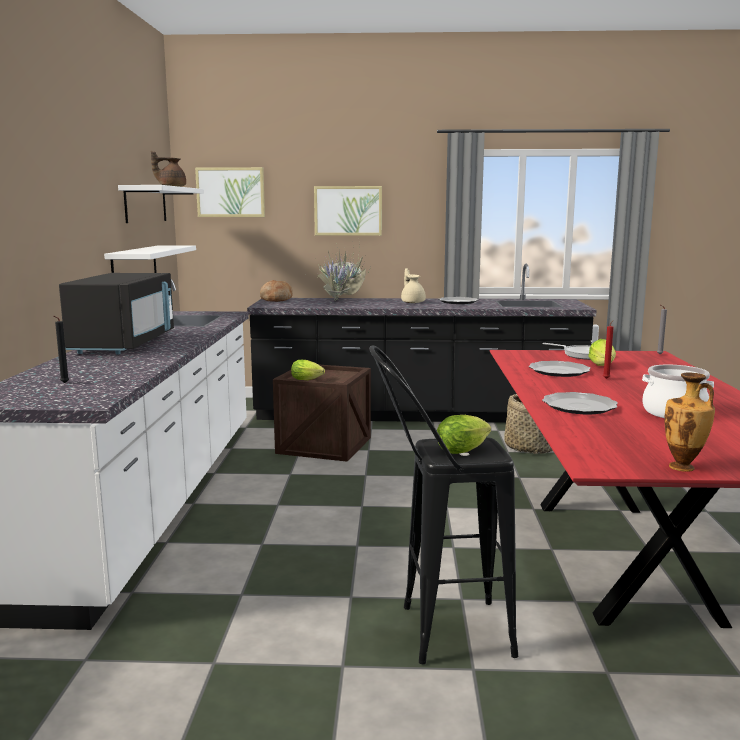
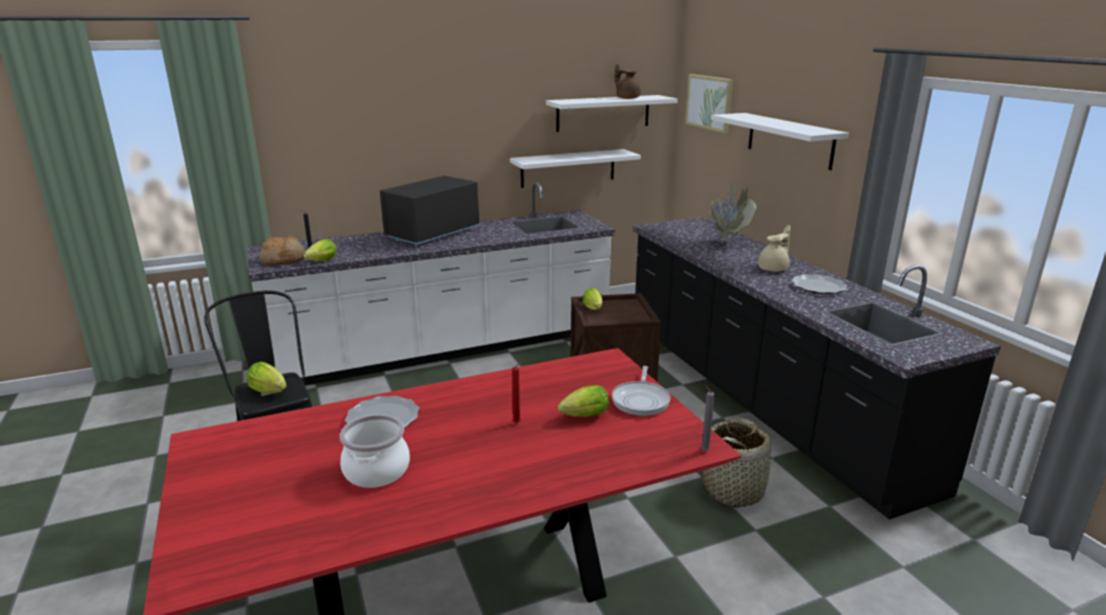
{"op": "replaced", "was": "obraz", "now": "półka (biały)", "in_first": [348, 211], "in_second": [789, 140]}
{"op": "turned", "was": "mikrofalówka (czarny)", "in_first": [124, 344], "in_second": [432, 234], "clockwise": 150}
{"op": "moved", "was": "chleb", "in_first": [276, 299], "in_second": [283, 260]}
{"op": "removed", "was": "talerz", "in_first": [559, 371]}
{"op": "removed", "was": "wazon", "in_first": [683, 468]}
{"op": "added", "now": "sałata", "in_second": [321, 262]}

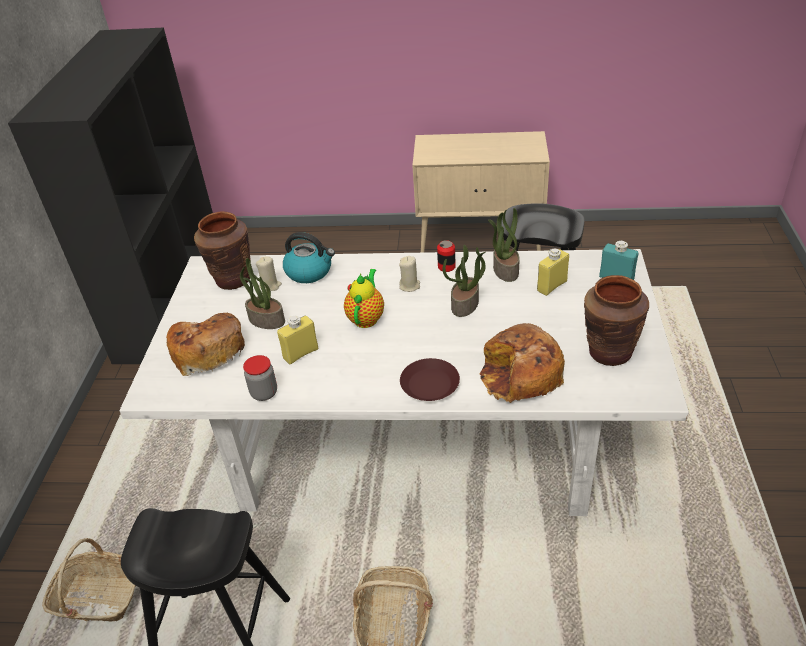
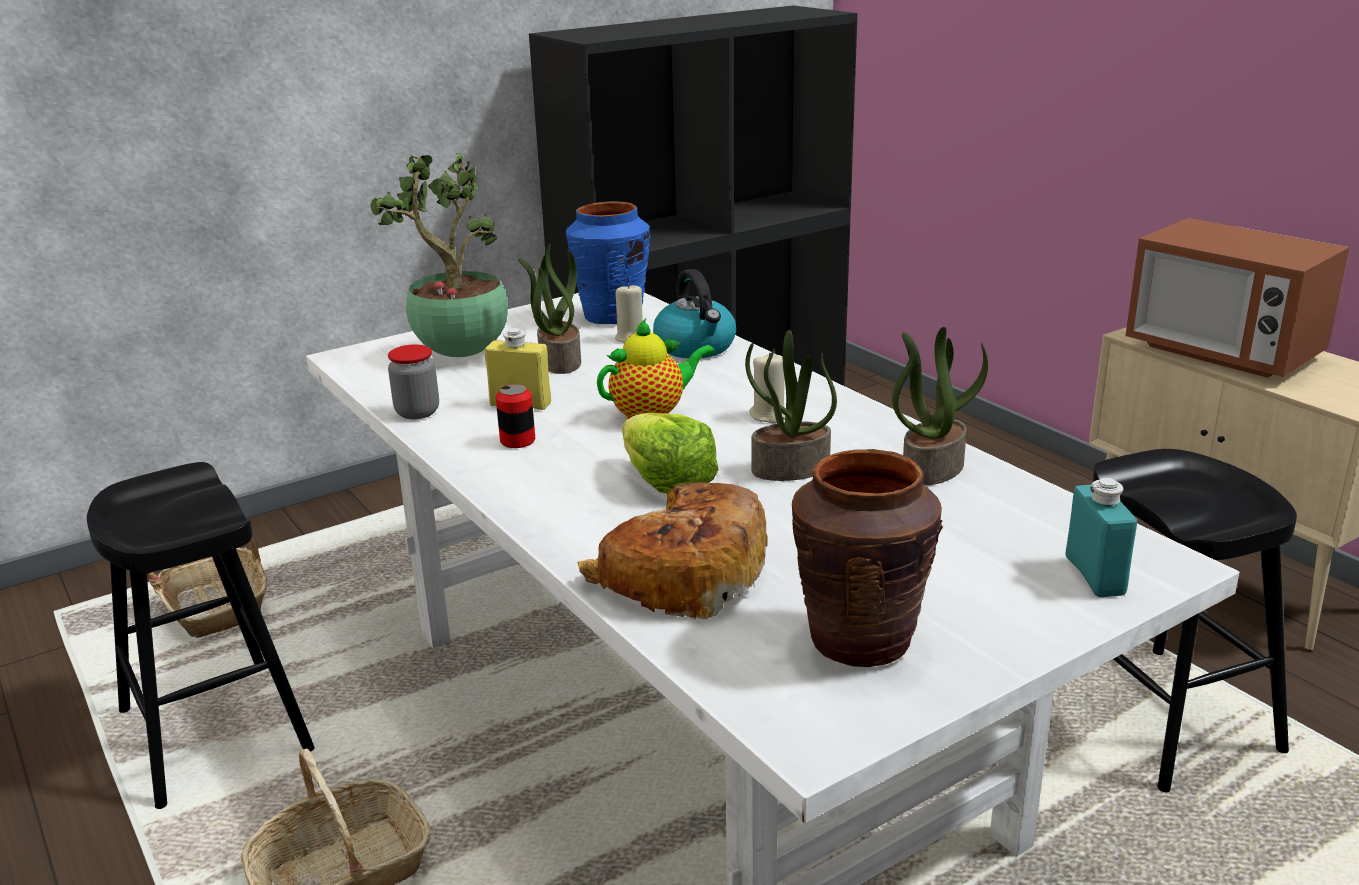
{"op": "recoloured", "was": "wazon (brązowy)", "now": "wazon (niebieski)", "in_first": [233, 279], "in_second": [612, 316]}
{"op": "moved", "was": "puszka", "in_first": [446, 267], "in_second": [517, 441]}
{"op": "removed", "was": "butelka (żółty)", "in_first": [552, 286]}
{"op": "replaced", "was": "chleb", "now": "roślina doniczkowa", "in_first": [207, 350], "in_second": [460, 354]}
{"op": "removed", "was": "talerz (brązowy)", "in_first": [430, 385]}
{"op": "added", "now": "mikrofalówka", "in_second": [1222, 352]}
{"op": "added", "now": "sałata", "in_second": [667, 481]}

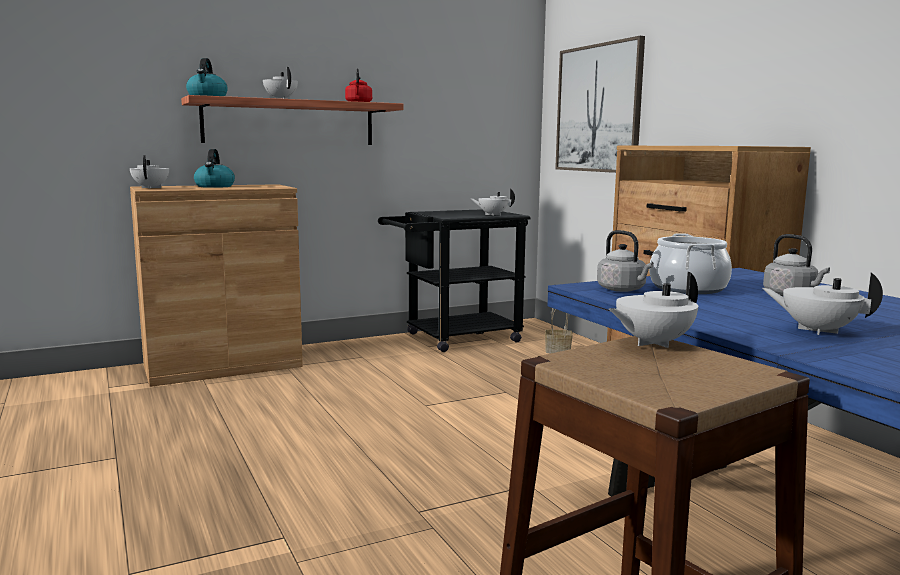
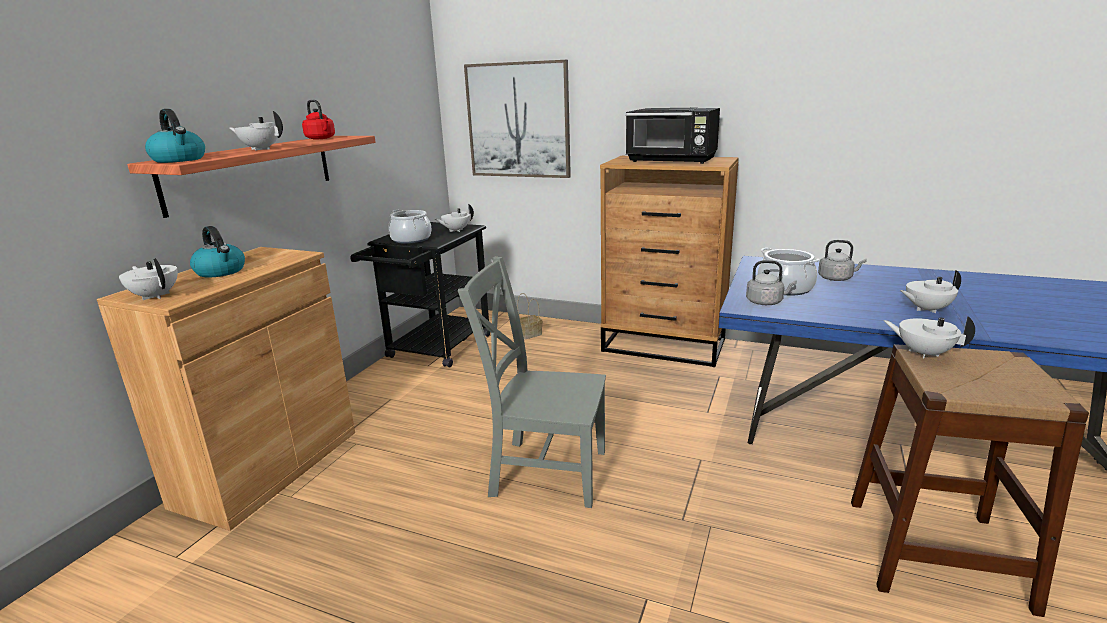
{"op": "turned", "was": "imbryk (biały)", "in_first": [652, 343], "in_second": [923, 353], "clockwise": 105}
{"op": "added", "now": "mikrofalówka (czarny)", "in_second": [672, 160]}
{"op": "added", "now": "garnek", "in_second": [411, 239]}
{"op": "added", "now": "krzesło (szary)", "in_second": [543, 471]}

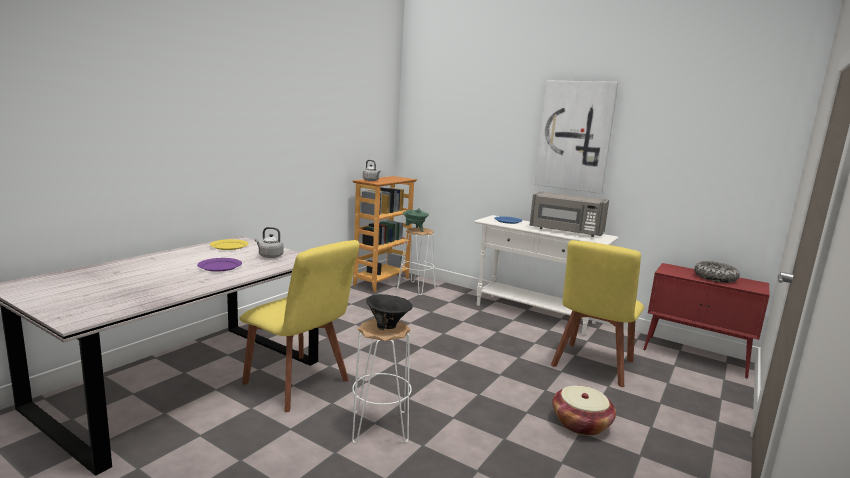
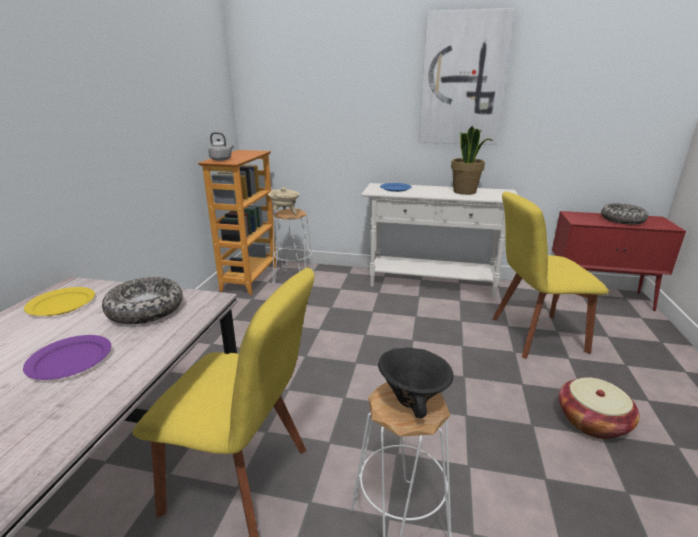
{"op": "replaced", "was": "mikrofalówka (szary)", "now": "roślina doniczkowa", "in_first": [566, 231], "in_second": [465, 192]}
{"op": "recoloured", "was": "garnek (zielony)", "now": "garnek (beżowy)", "in_first": [415, 230], "in_second": [285, 213]}
{"op": "replaced", "was": "czajnik (szary)", "now": "miska", "in_first": [269, 256], "in_second": [145, 310]}
{"op": "turned", "was": "krzesło (żółty)", "in_first": [592, 365], "in_second": [533, 335], "clockwise": 75}

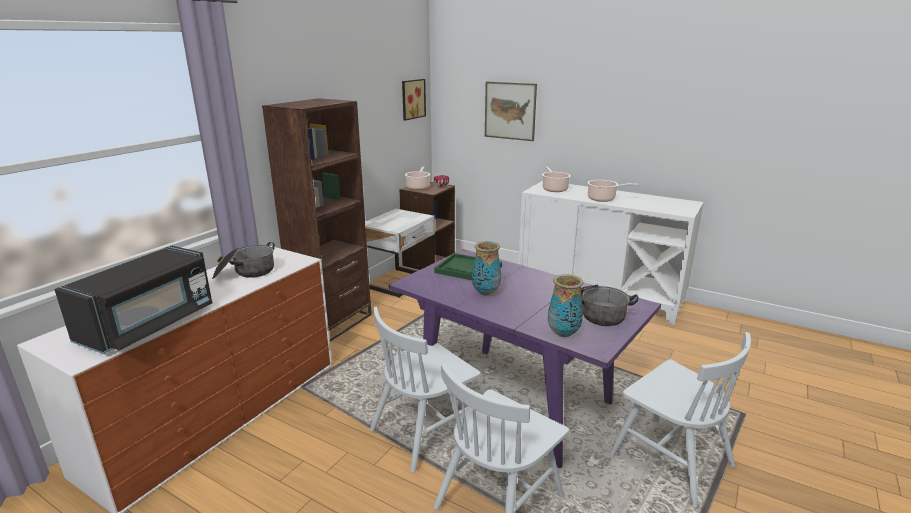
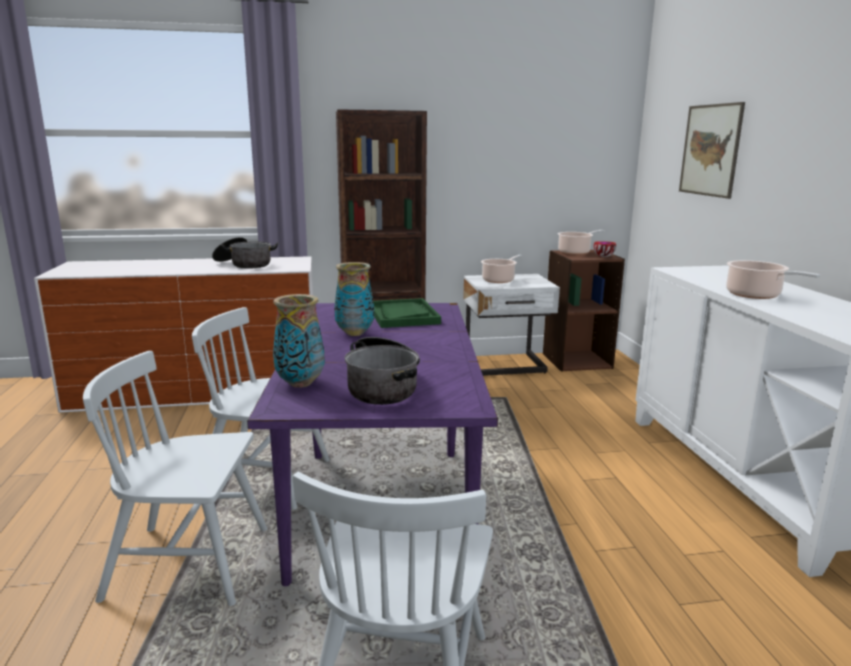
{"op": "removed", "was": "obraz", "in_first": [412, 99]}
{"op": "moved", "was": "garnek", "in_first": [554, 189], "in_second": [499, 280]}
{"op": "removed", "was": "mikrofalówka (czarny)", "in_first": [150, 324]}

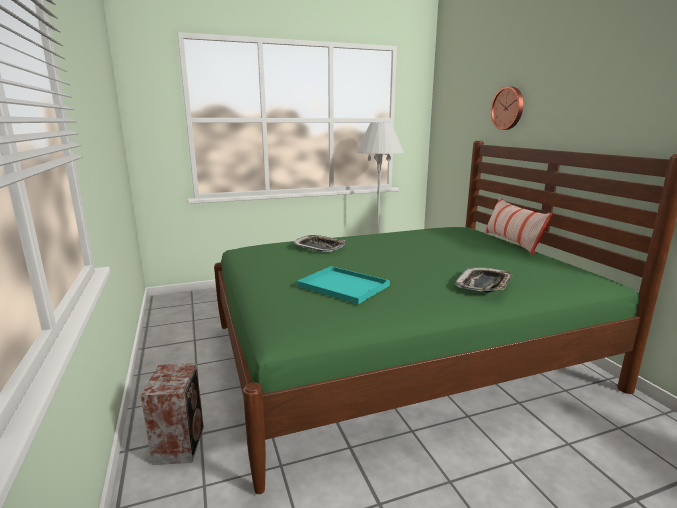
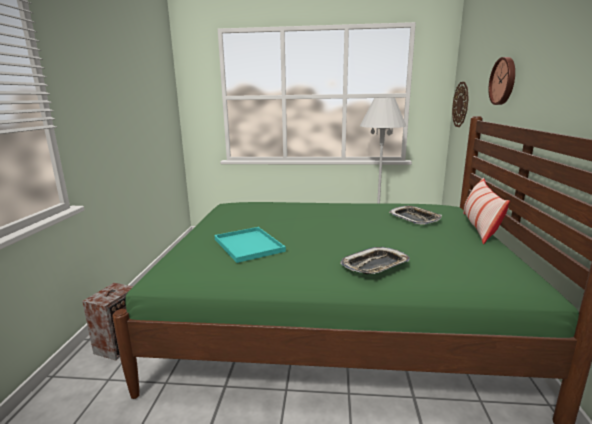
{"op": "moved", "was": "taca", "in_first": [319, 247], "in_second": [414, 218]}
{"op": "added", "now": "zegar ścienny", "in_second": [460, 104]}

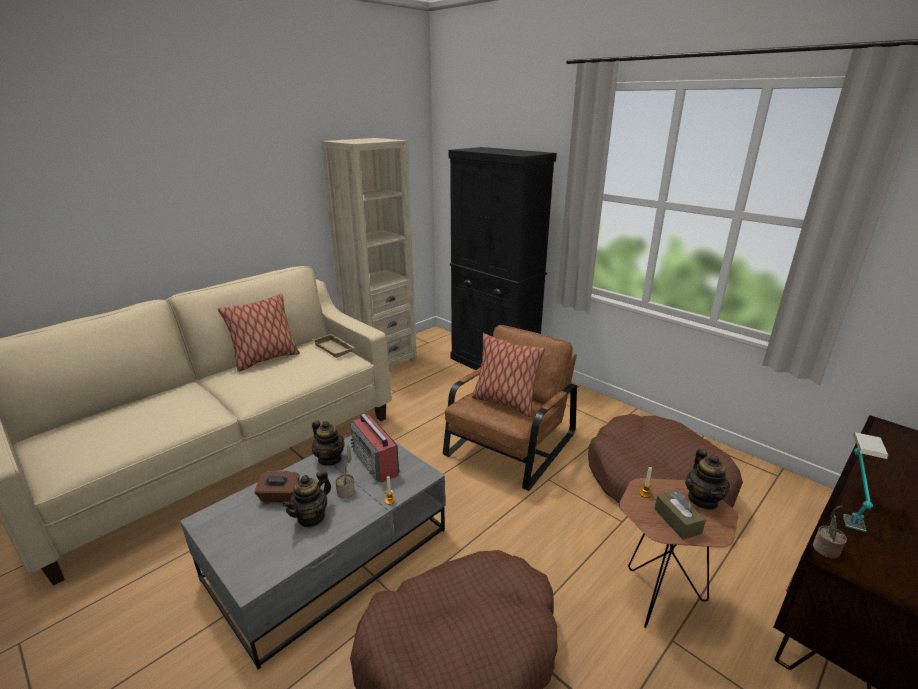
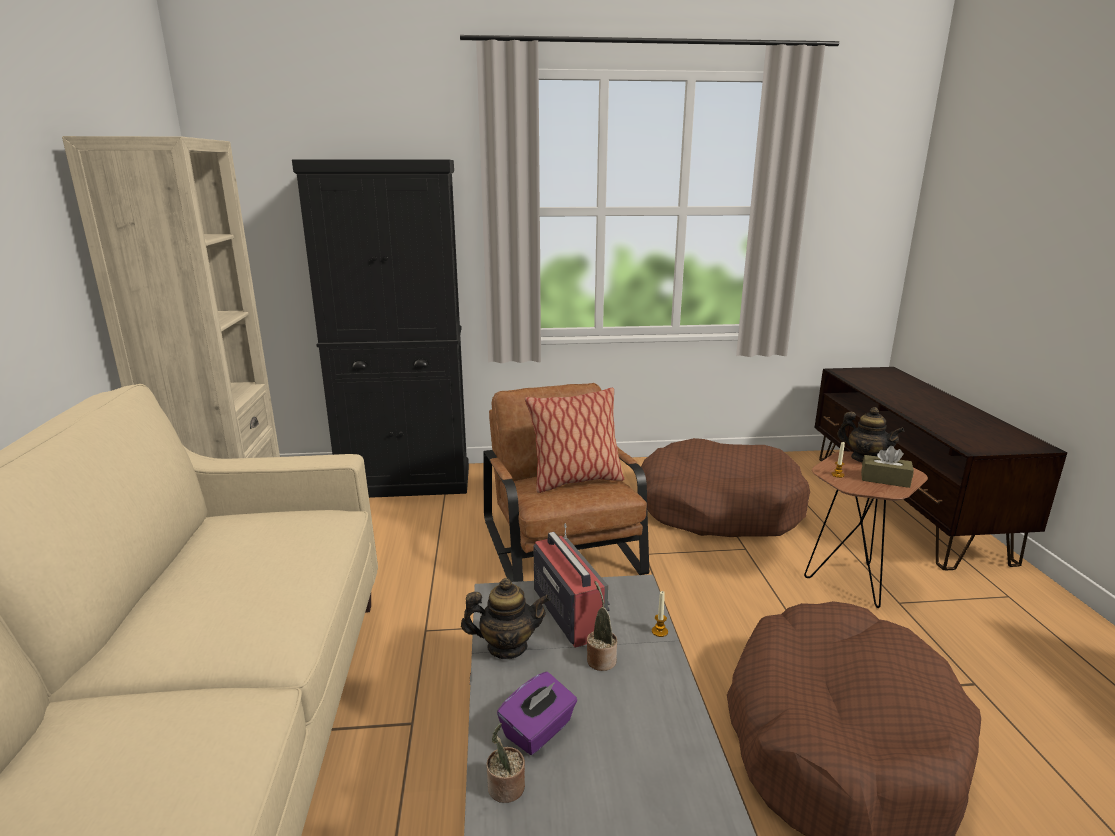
{"op": "removed", "was": "poduszka", "in_first": [265, 359]}
{"op": "removed", "was": "taca (beżowy)", "in_first": [335, 348]}
{"op": "turned", "was": "radio", "in_first": [376, 463], "in_second": [568, 612], "clockwise": -120}
{"op": "removed", "was": "lampa stołowa", "in_first": [848, 506]}
{"op": "removed", "was": "imbryk", "in_first": [311, 517]}
{"op": "recoloured", "was": "pudełko chusteczek (brązowy)", "now": "pudełko chusteczek (fioletowy)", "in_first": [279, 496], "in_second": [538, 730]}
{"op": "moved", "was": "roślina doniczkowa", "in_first": [825, 550], "in_second": [505, 789]}

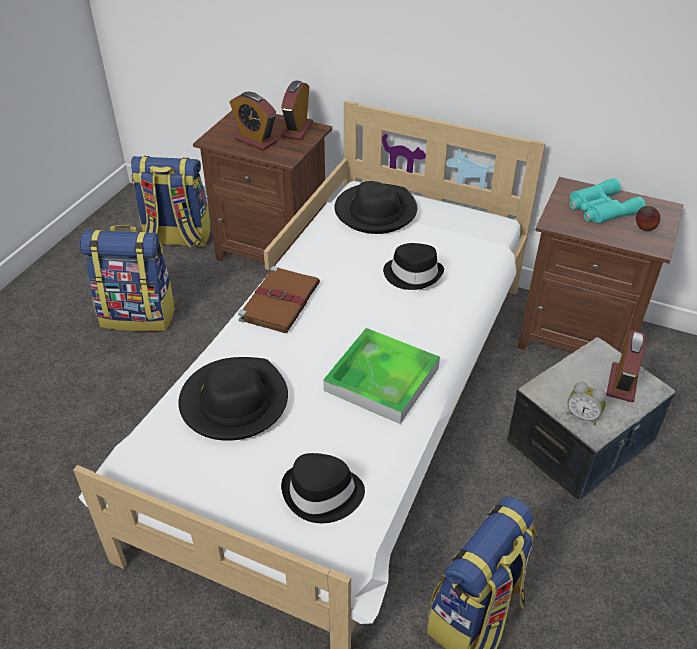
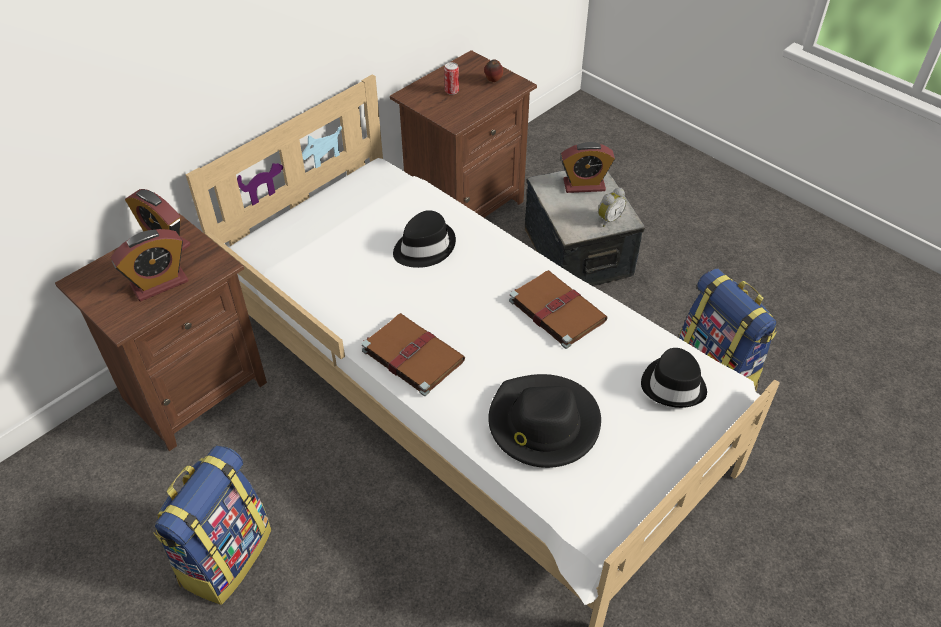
{"op": "removed", "was": "plecak", "in_first": [177, 238]}
{"op": "replaced", "was": "lornetka (turkusowy)", "now": "puszka", "in_first": [601, 208], "in_second": [451, 91]}
{"op": "removed", "was": "kapelusz (czarny)", "in_first": [375, 212]}
{"op": "replaced", "was": "taca", "now": "książka (brązowy)", "in_first": [382, 379], "in_second": [555, 310]}
{"op": "turned", "was": "budzik", "in_first": [622, 383], "in_second": [584, 185], "clockwise": 135}

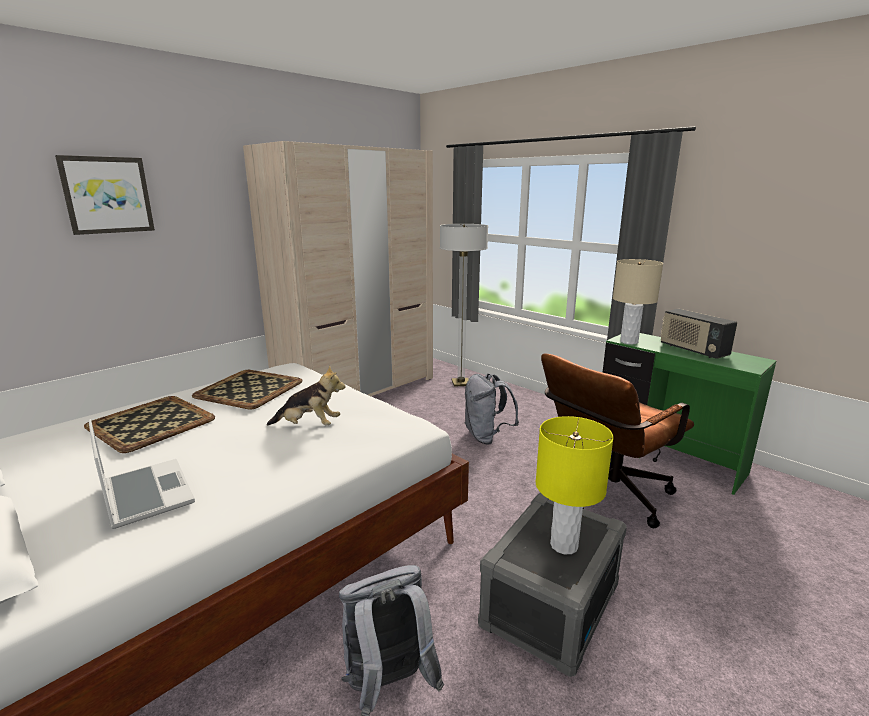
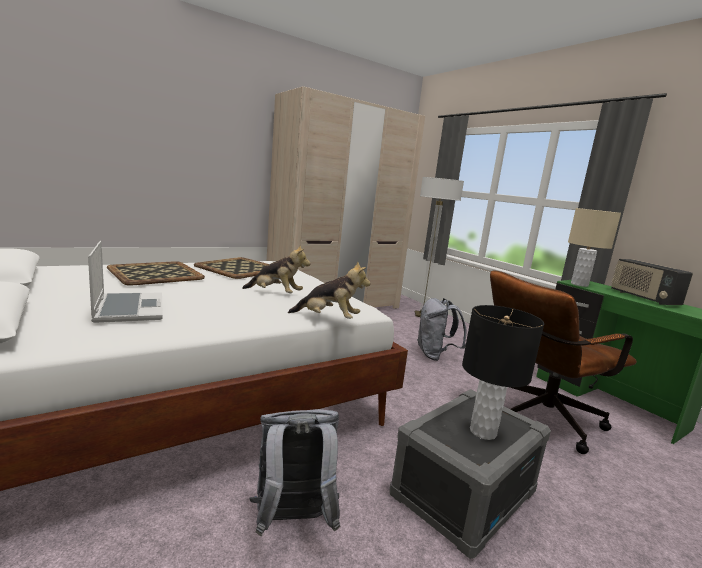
{"op": "removed", "was": "obraz", "in_first": [107, 195]}
{"op": "recoloured", "was": "lampa stołowa (żółty)", "now": "lampa stołowa (czarny)", "in_first": [564, 545], "in_second": [483, 432]}
{"op": "added", "now": "pluszak", "in_second": [328, 319]}

